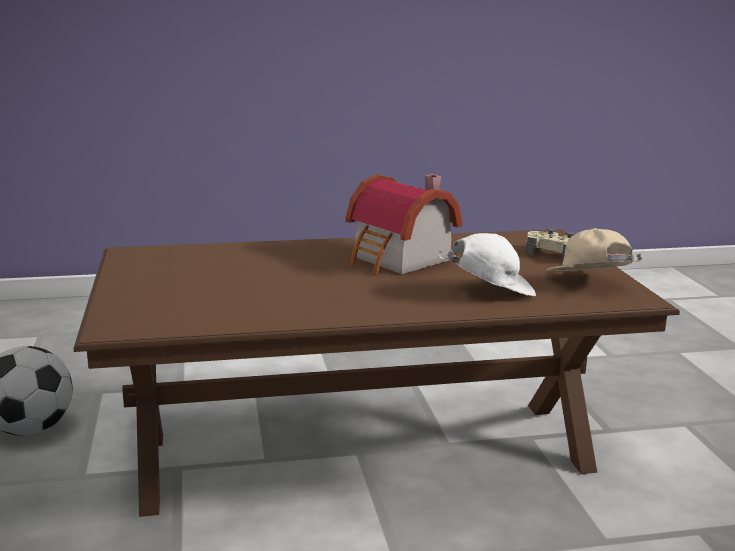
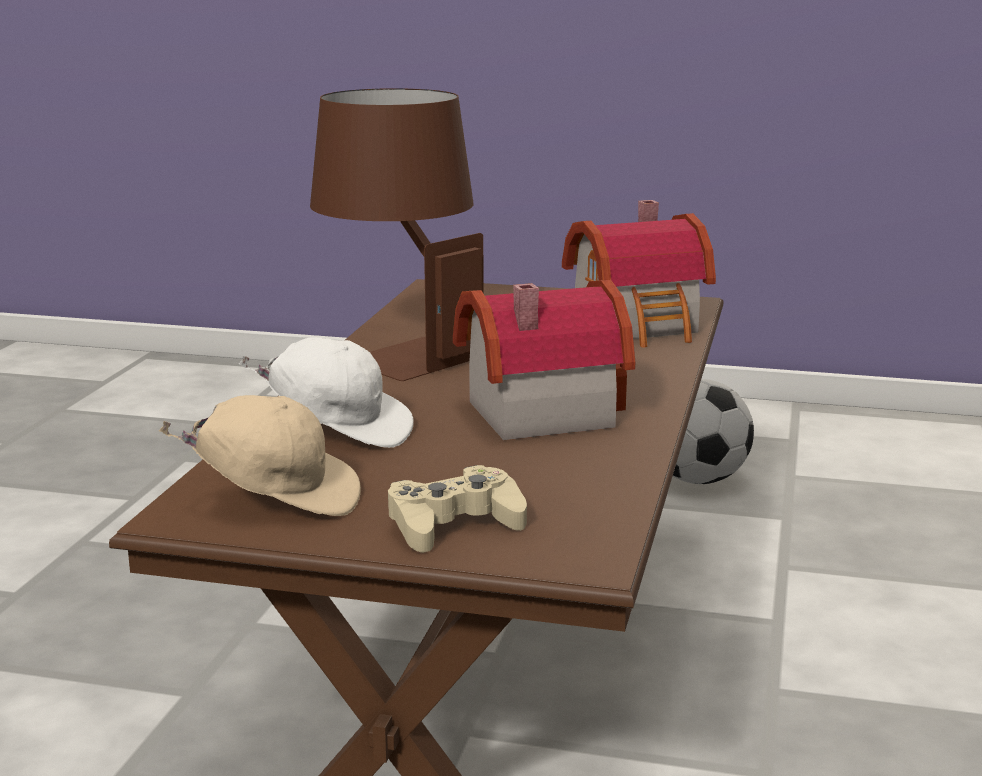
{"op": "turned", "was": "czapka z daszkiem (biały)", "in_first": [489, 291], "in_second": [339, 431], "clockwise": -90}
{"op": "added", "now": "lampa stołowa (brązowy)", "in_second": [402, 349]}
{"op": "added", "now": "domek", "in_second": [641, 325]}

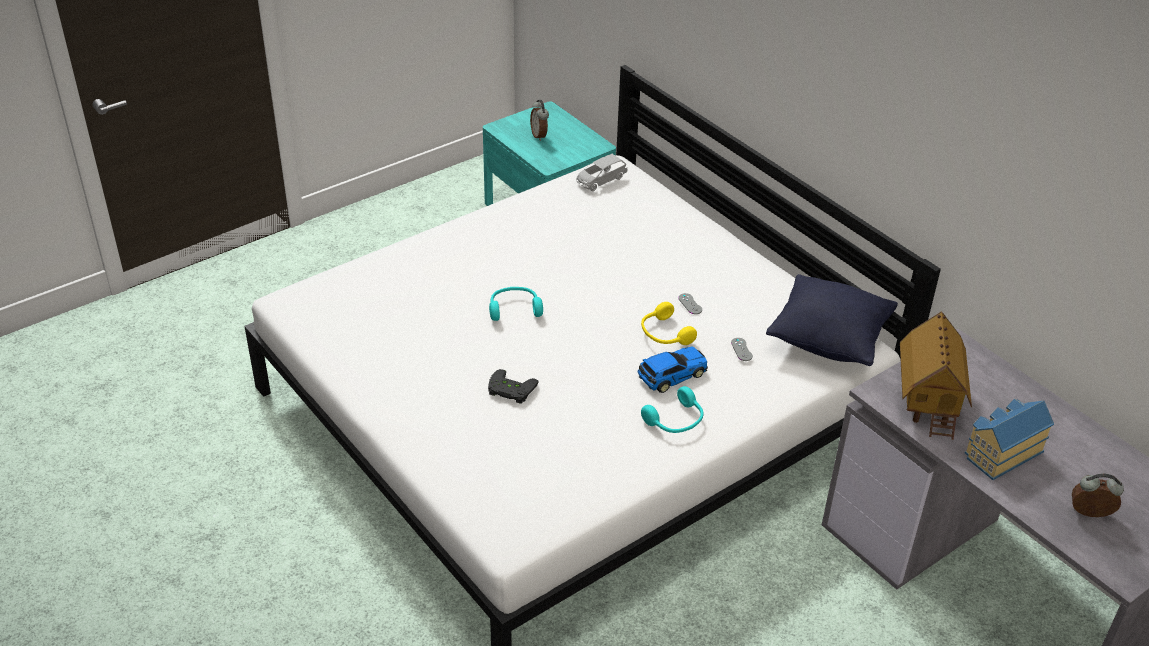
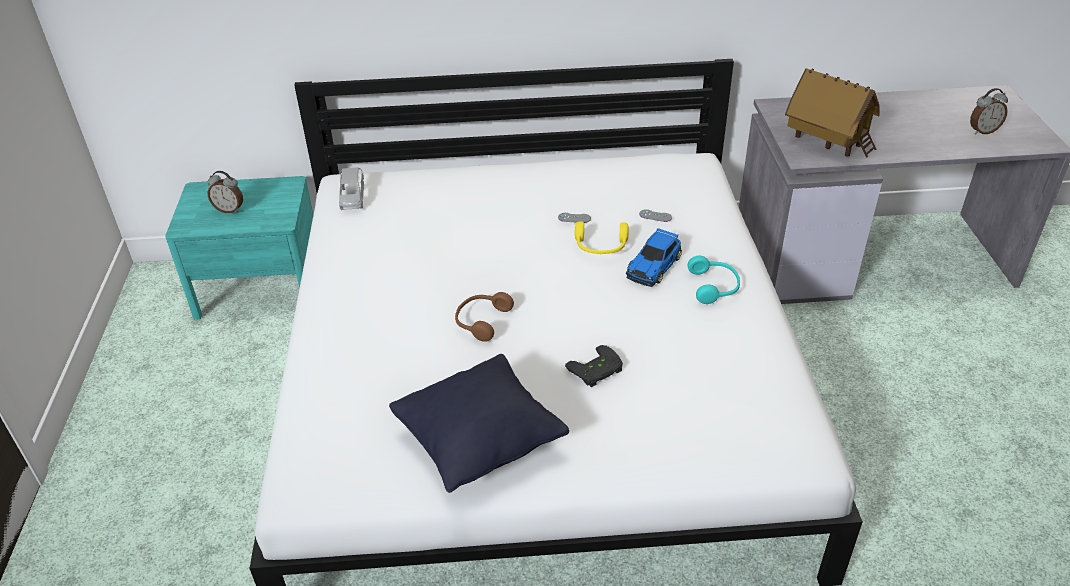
{"op": "moved", "was": "poduszka (czarny)", "in_first": [828, 341], "in_second": [480, 443]}
{"op": "recoloured", "was": "słuchawki (turkusowy)", "now": "słuchawki (brązowy)", "in_first": [514, 309], "in_second": [481, 321]}
{"op": "turned", "was": "samochodzik", "in_first": [670, 375], "in_second": [654, 265], "clockwise": -150}
{"op": "removed", "was": "domek", "in_first": [1001, 452]}
{"op": "turned", "was": "budzik", "in_first": [1090, 515], "in_second": [982, 131], "clockwise": -150}

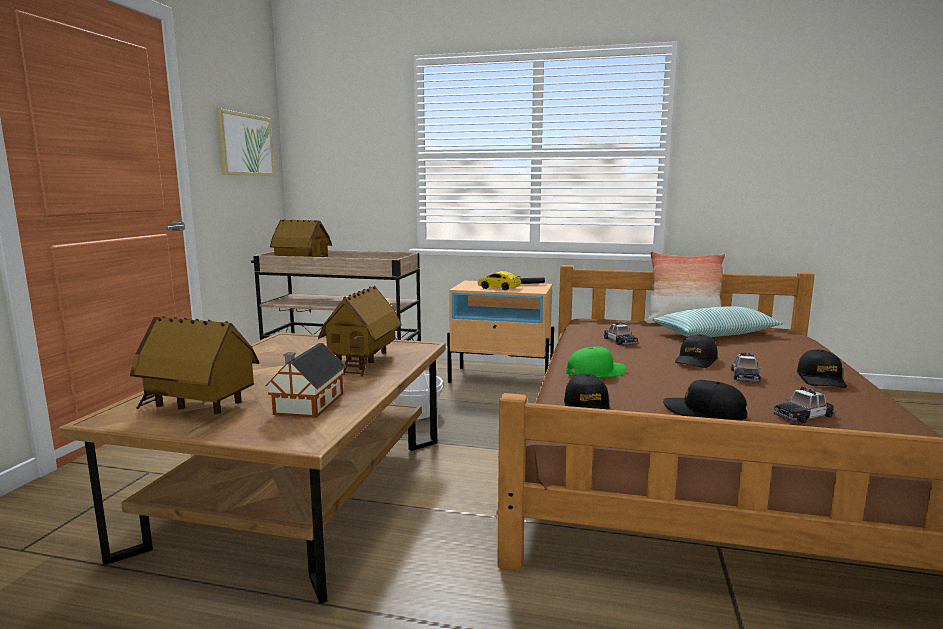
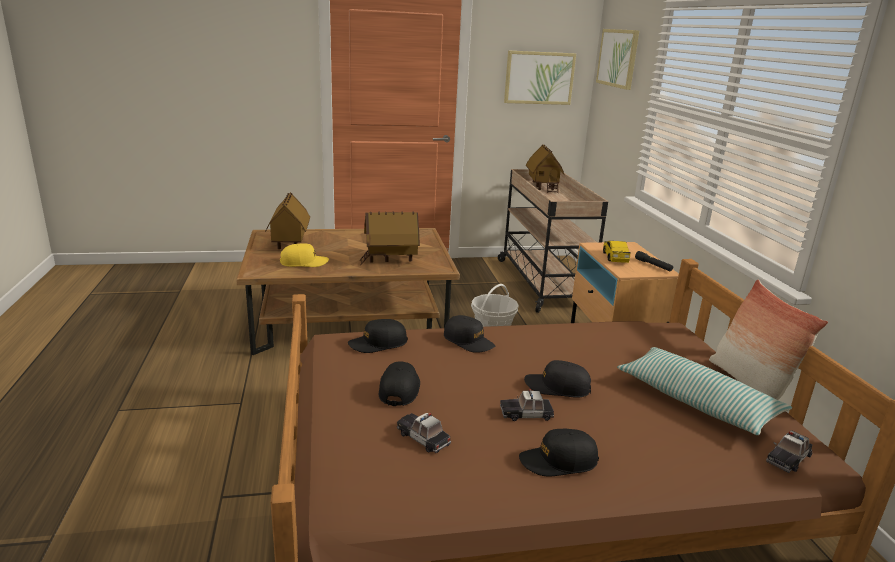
{"op": "moved", "was": "samochodzik", "in_first": [620, 341], "in_second": [788, 458]}
{"op": "replaced", "was": "domek", "now": "czapka z daszkiem (żółty)", "in_first": [307, 405], "in_second": [304, 263]}
{"op": "recoloured", "was": "czapka z daszkiem (zielony)", "now": "czapka z daszkiem (czarny)", "in_first": [596, 373], "in_second": [468, 341]}
{"op": "added", "now": "obraz", "in_second": [618, 58]}

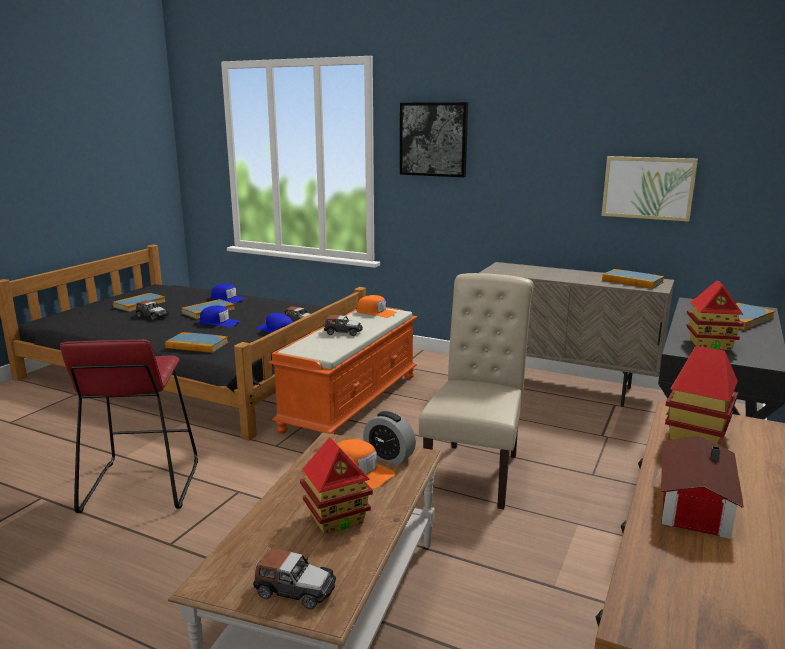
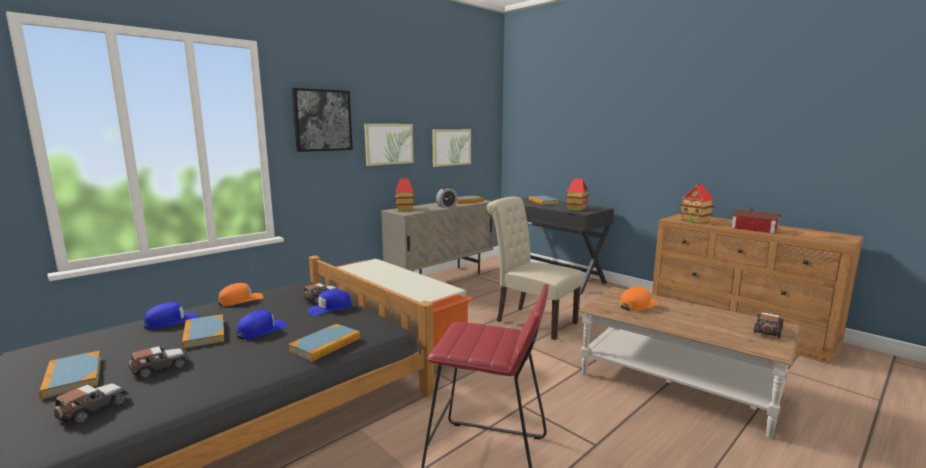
{"op": "moved", "was": "czapka z daszkiem (pomarańczowy)", "in_first": [376, 312], "in_second": [241, 300]}
{"op": "moved", "was": "samochodzik", "in_first": [343, 332], "in_second": [93, 409]}
{"op": "moved", "was": "budzik", "in_first": [389, 456], "in_second": [446, 206]}
{"op": "moved", "was": "domek", "in_first": [337, 518], "in_second": [405, 209]}
{"op": "added", "now": "obraz", "in_second": [389, 144]}

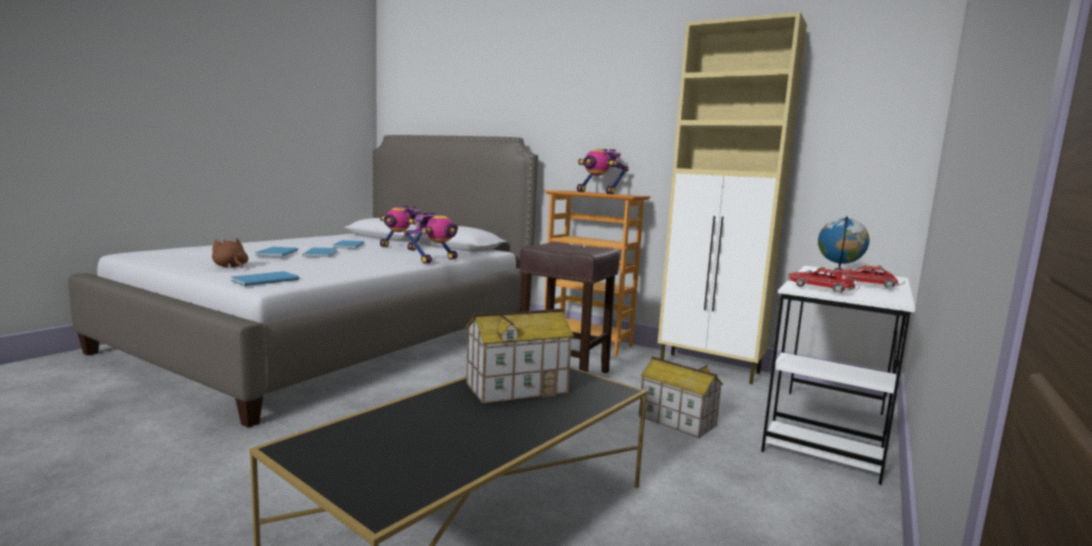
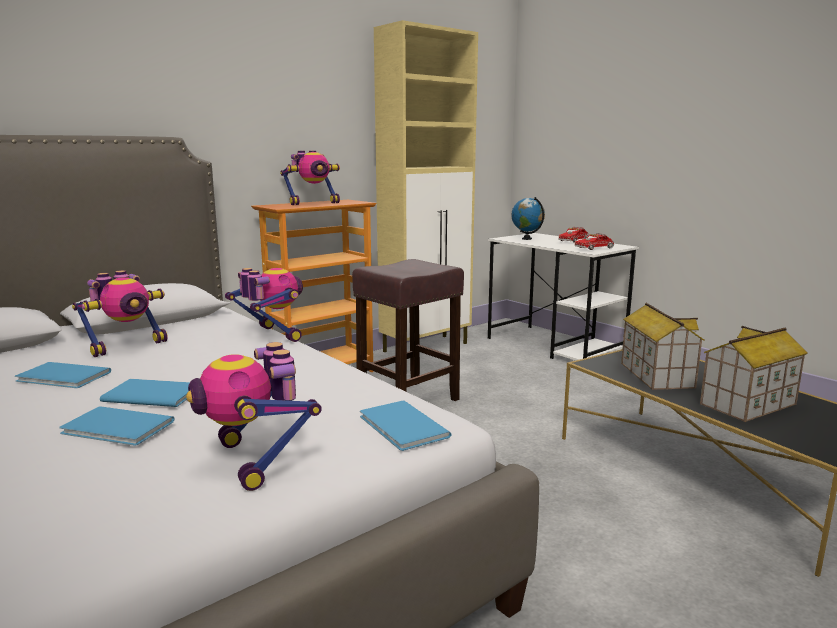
{"op": "replaced", "was": "pluszak (brązowy)", "now": "robot zabawkowy", "in_first": [230, 267], "in_second": [256, 461]}
{"op": "moved", "was": "domek", "in_first": [676, 421], "in_second": [748, 404]}

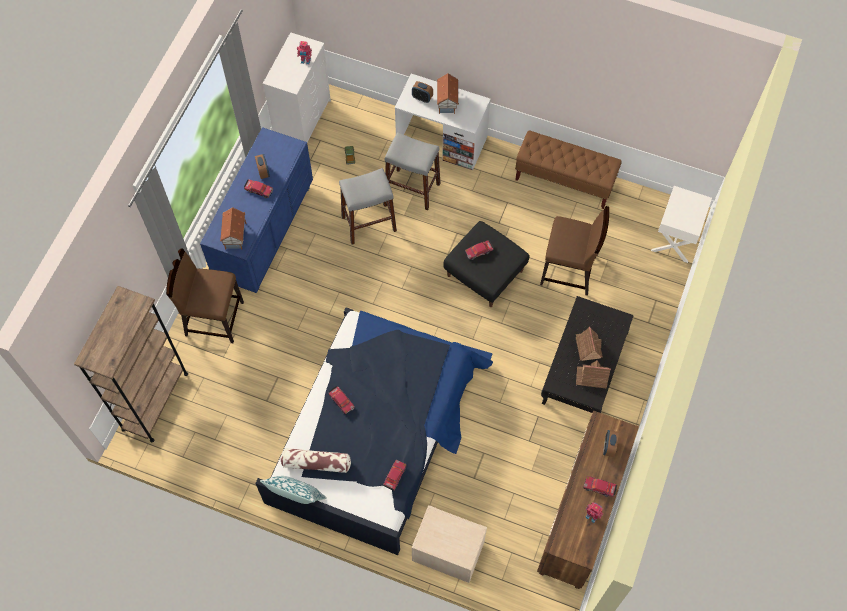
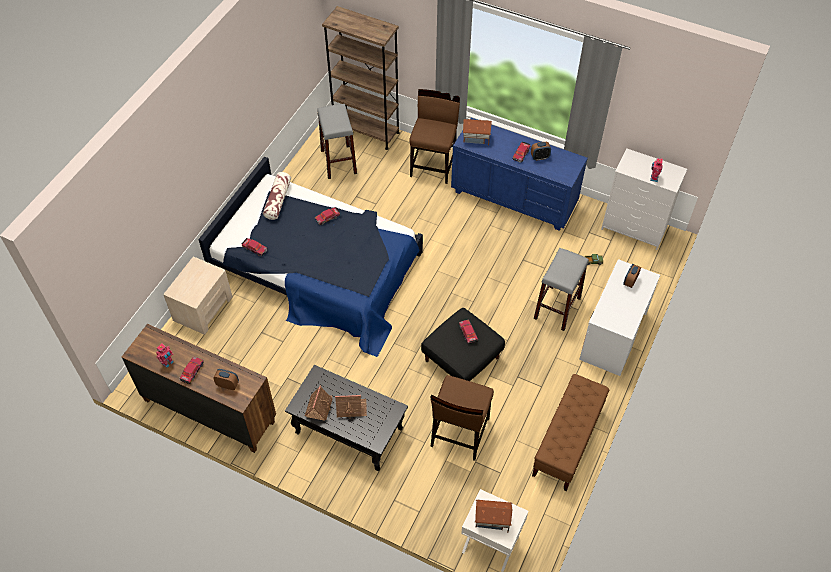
{"op": "moved", "was": "domek", "in_first": [448, 102], "in_second": [492, 521]}
{"op": "moved", "was": "stołek (szary)", "in_first": [369, 223], "in_second": [338, 162]}
{"op": "removed", "was": "poduszka", "in_first": [296, 497]}

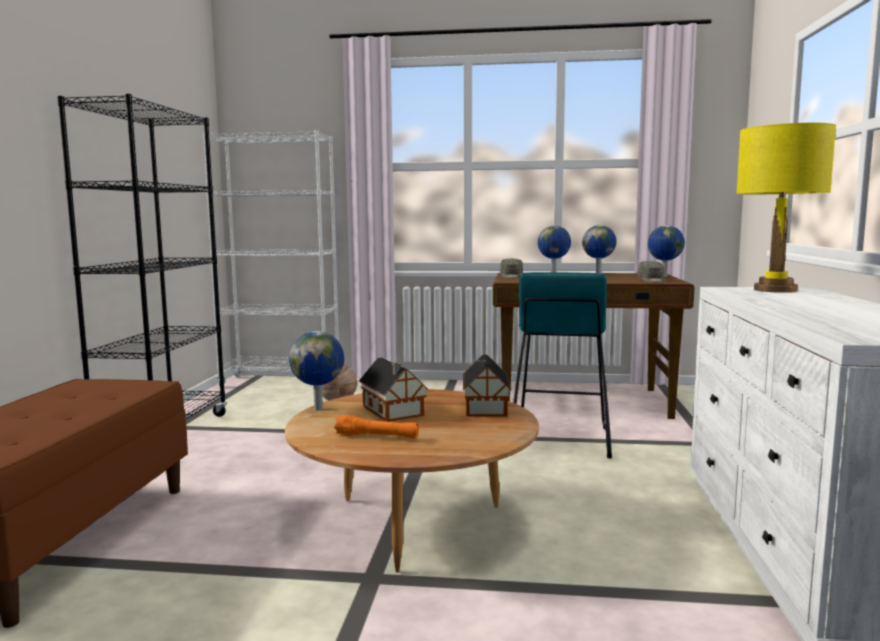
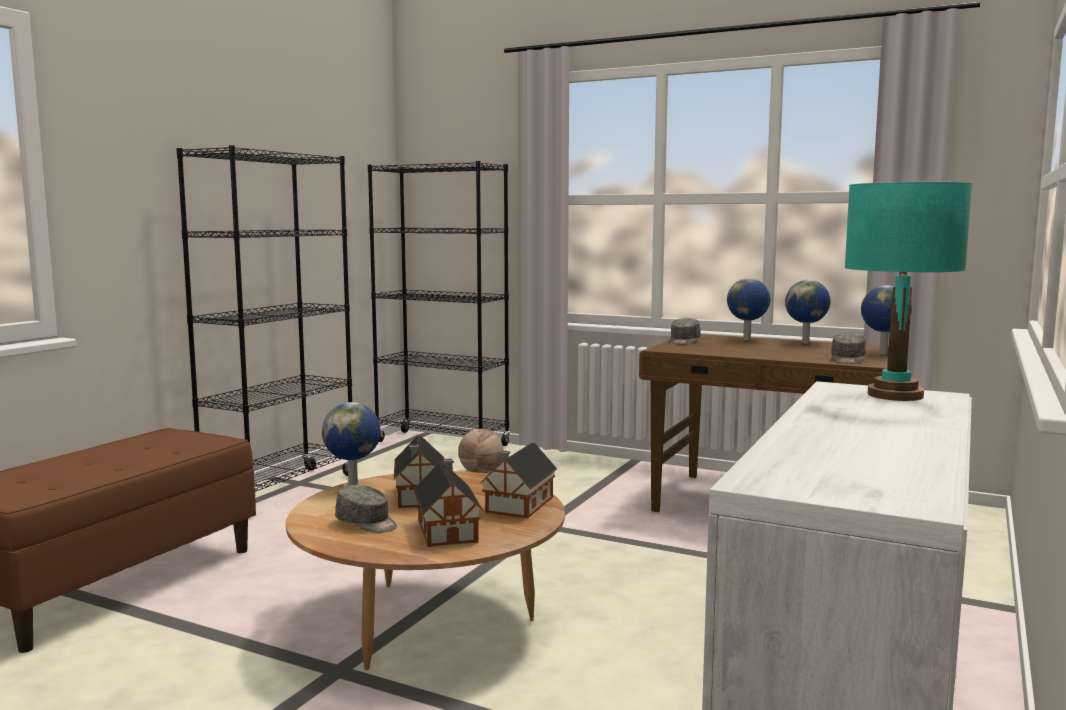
{"op": "recoloured", "was": "lampa stołowa (żółty)", "now": "lampa stołowa (turkusowy)", "in_first": [775, 290], "in_second": [895, 395]}
{"op": "recoloured", "was": "regał (biały)", "now": "regał (czarny)", "in_first": [281, 383], "in_second": [442, 443]}
{"op": "removed", "was": "stołek (turkusowy)", "in_first": [559, 439]}
{"op": "replaced", "was": "latarka (pomarańczowy)", "now": "czapka z daszkiem (szary)", "in_first": [377, 436], "in_second": [367, 523]}
{"op": "added", "now": "domek", "in_second": [447, 529]}

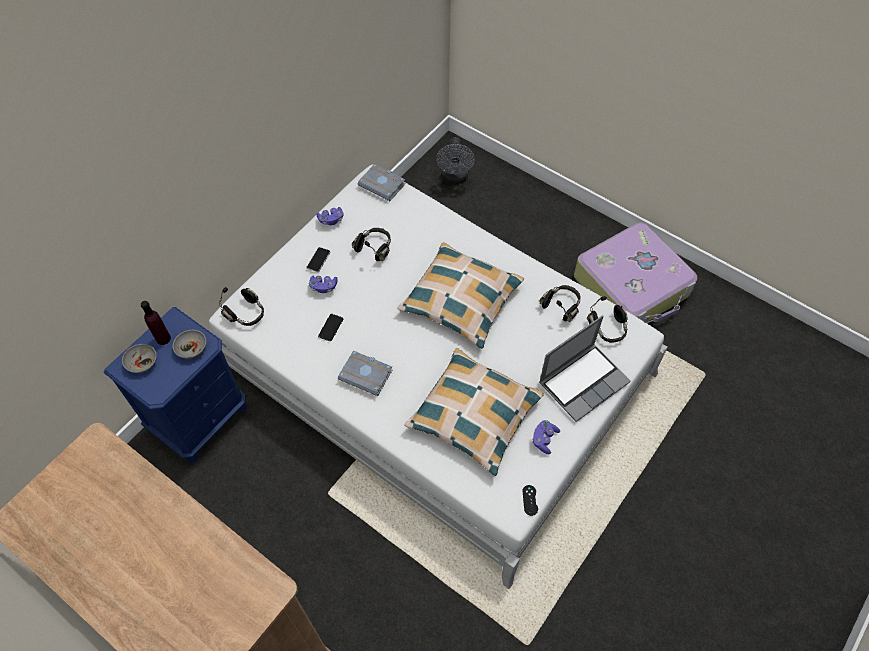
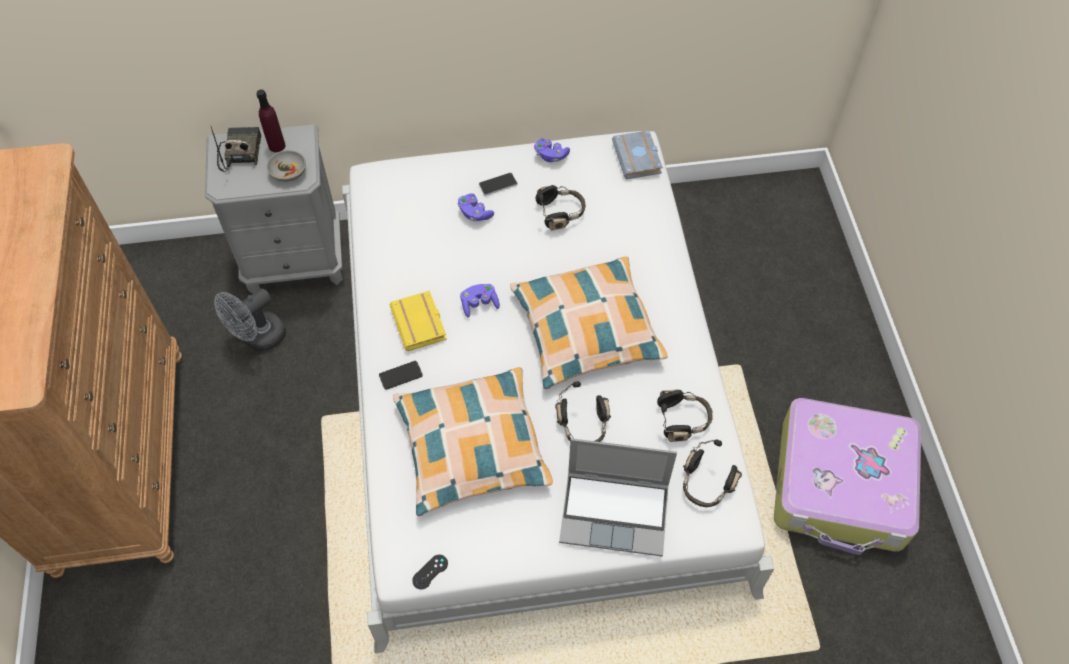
{"op": "moved", "was": "wentylator (szary)", "in_first": [454, 178], "in_second": [259, 338]}
{"op": "moved", "was": "słuchawki (czarny)", "in_first": [246, 313], "in_second": [583, 426]}
{"op": "recoloured", "was": "szafka nocna (niebieski)", "now": "szafka nocna (szary)", "in_first": [201, 418], "in_second": [295, 261]}
{"op": "moved", "was": "telefon", "in_first": [331, 327], "in_second": [400, 375]}
{"op": "replaced", "was": "miska (szary)", "now": "radio", "in_first": [142, 362], "in_second": [240, 152]}
{"op": "recoloured", "was": "książka (szary)", "now": "książka (żółty)", "in_first": [367, 374], "in_second": [421, 324]}
{"op": "moved", "was": "pad do gier (fioletowy)", "in_first": [544, 439], "in_second": [479, 304]}

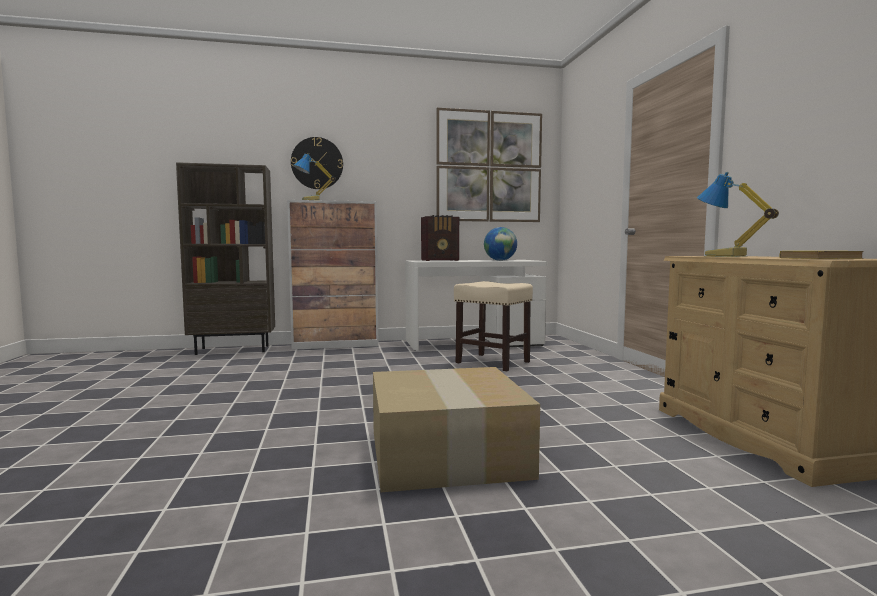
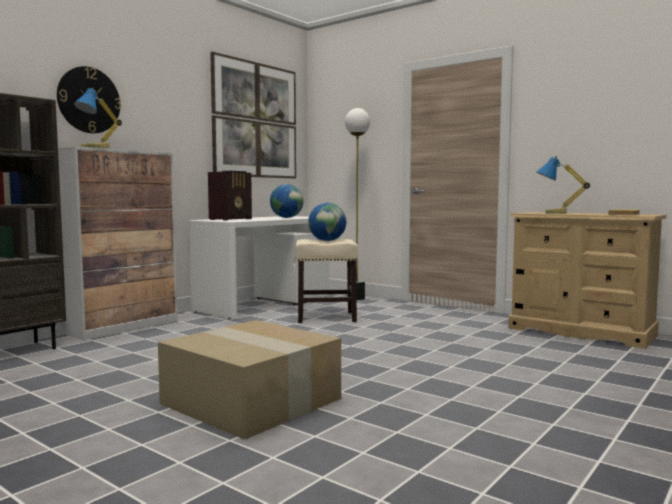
{"op": "moved", "was": "karton", "in_first": [449, 454], "in_second": [254, 401]}
{"op": "added", "now": "lampa stojąca", "in_second": [357, 298]}
{"op": "added", "now": "globus", "in_second": [327, 241]}

